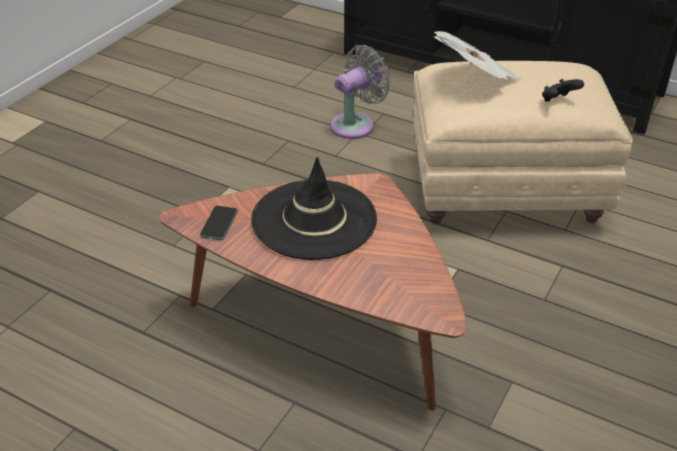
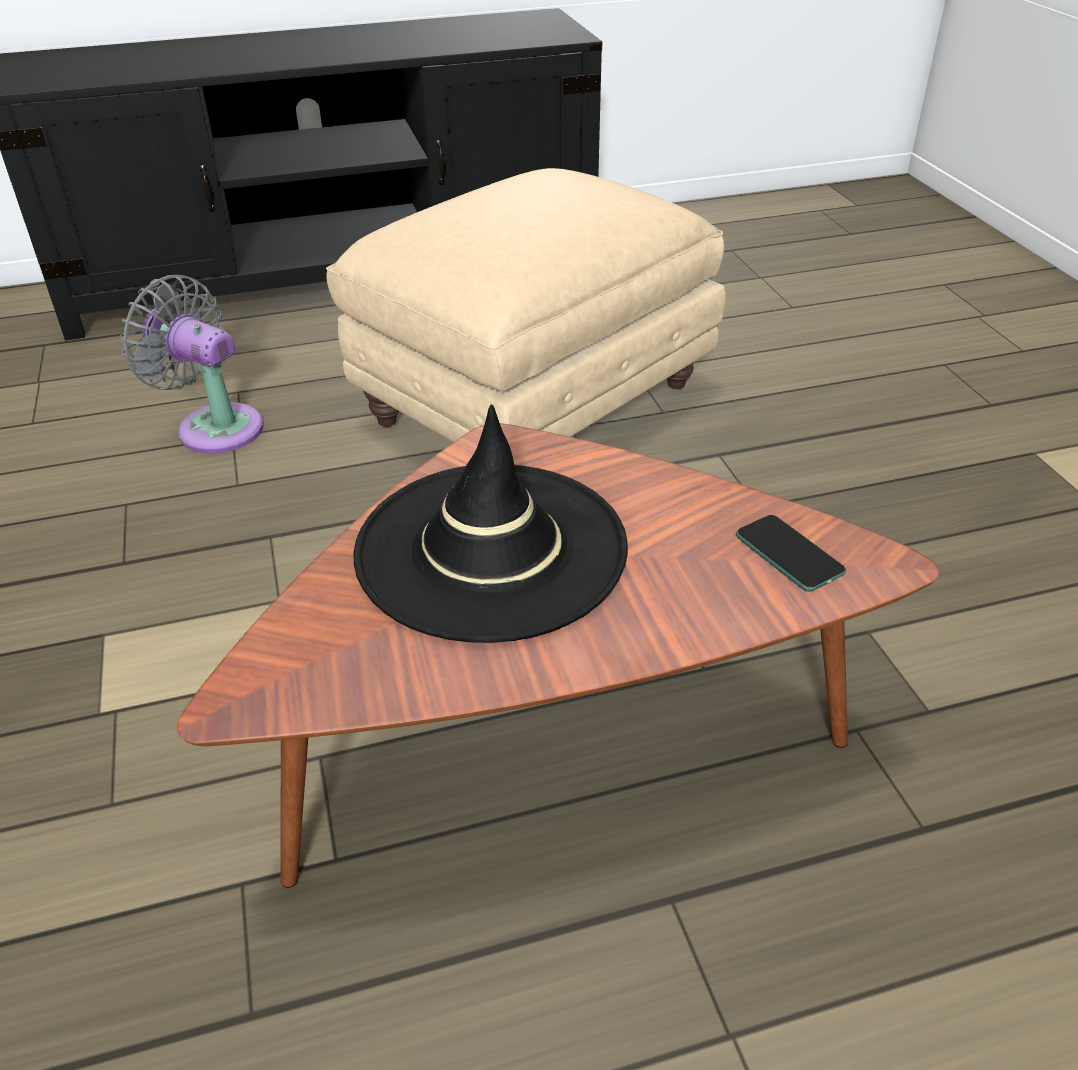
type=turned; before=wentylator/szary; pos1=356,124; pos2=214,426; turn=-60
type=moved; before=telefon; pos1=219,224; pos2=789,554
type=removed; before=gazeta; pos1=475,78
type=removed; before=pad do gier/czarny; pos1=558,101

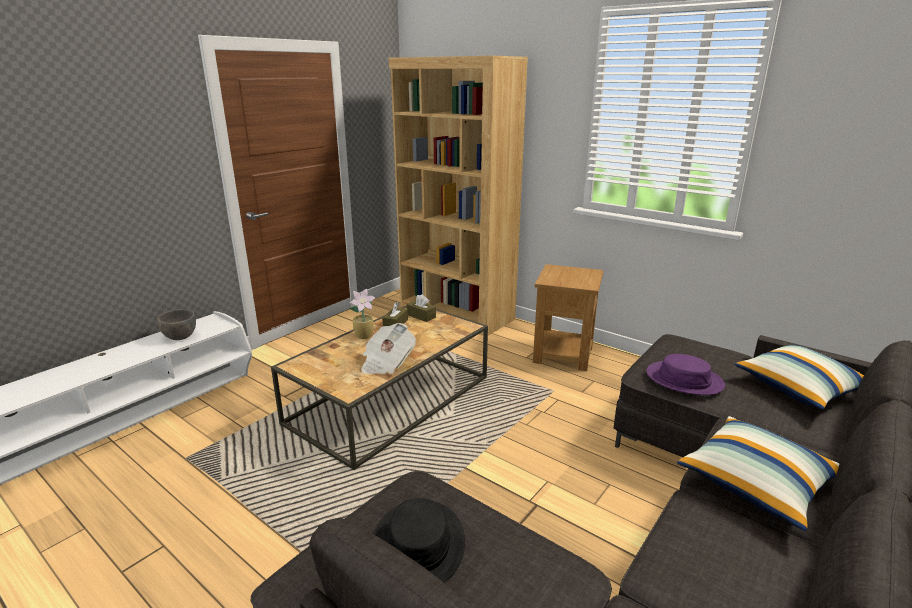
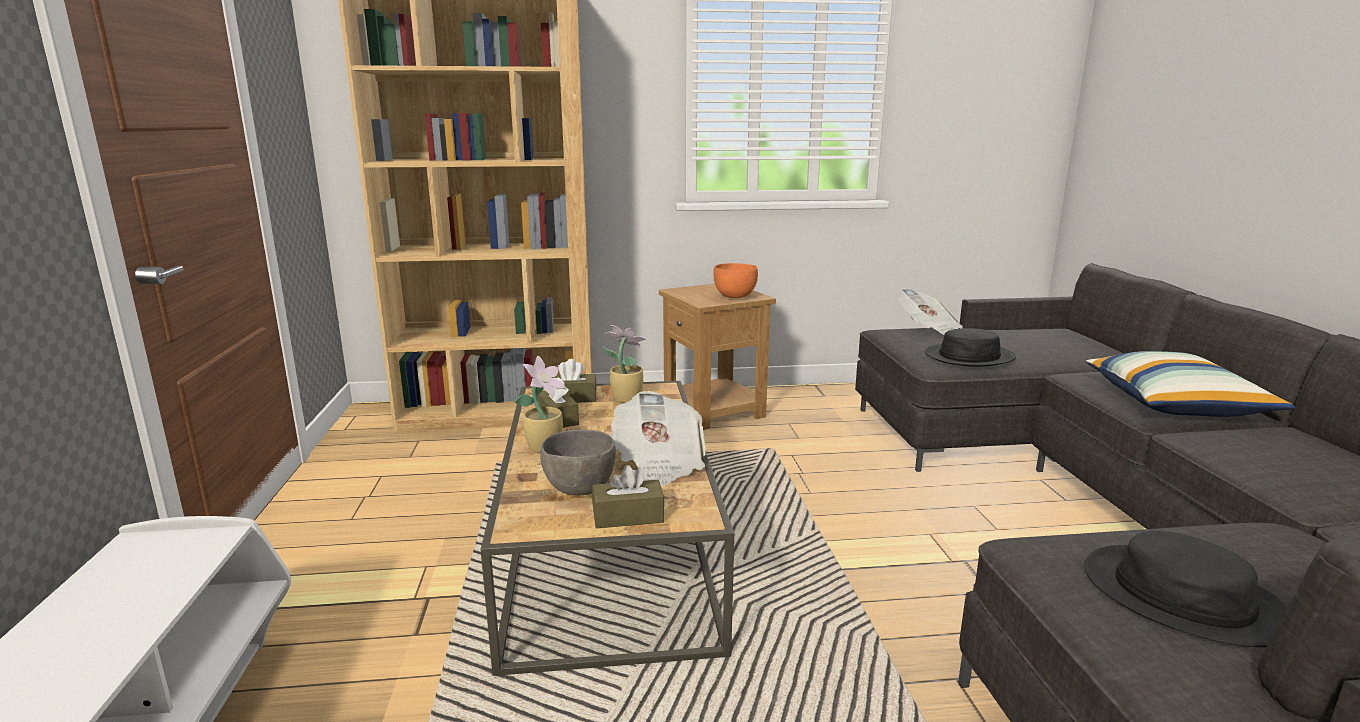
type=moved; before=miska/szary; pos1=180,337; pos2=579,489
type=added; after=pudełko chusteczek/brązowy; pos2=628,516
type=added; after=roślina doniczkowa; pos2=625,398
type=added; after=miska/pomarańczowy; pos2=735,297
type=added; after=gazeta; pos2=929,330
type=recoloured; before=kapelusz/fioletowy; after=kapelusz/czarny; pos1=684,379; pos2=969,356
type=removed; before=poduszka; pos1=800,388

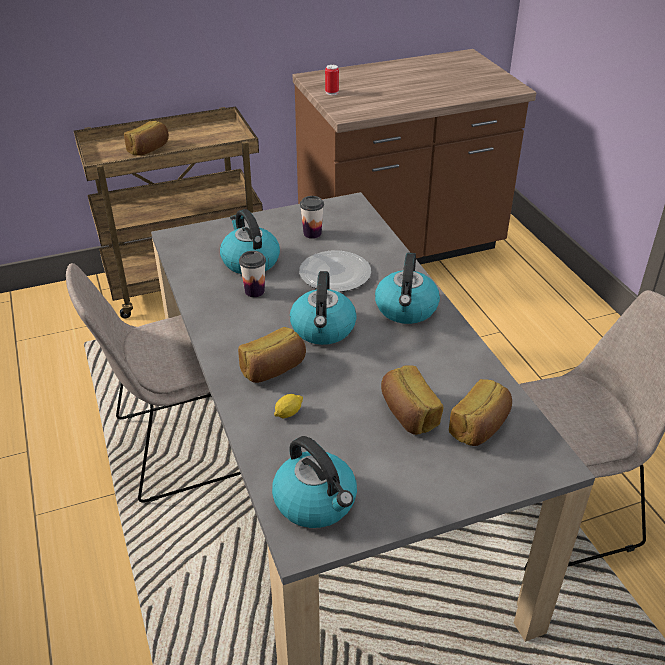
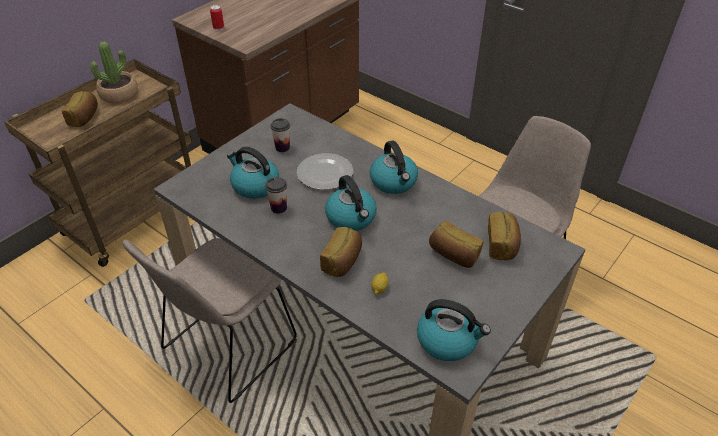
type=added; after=roślina doniczkowa; pos2=119,94

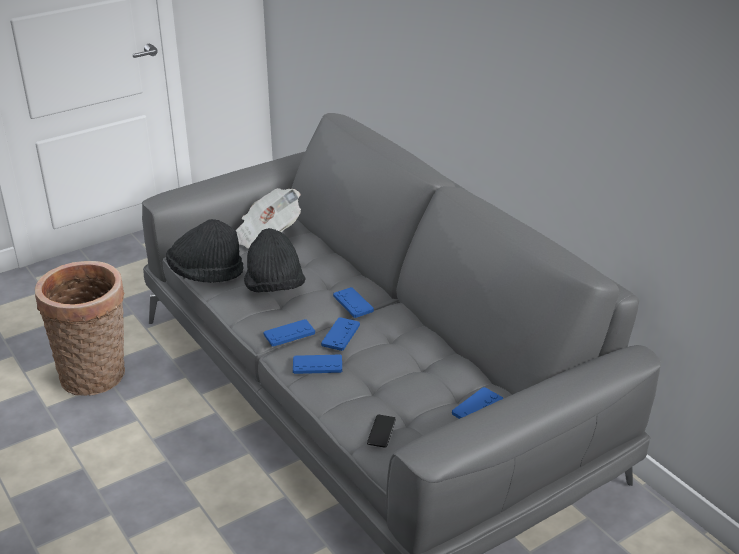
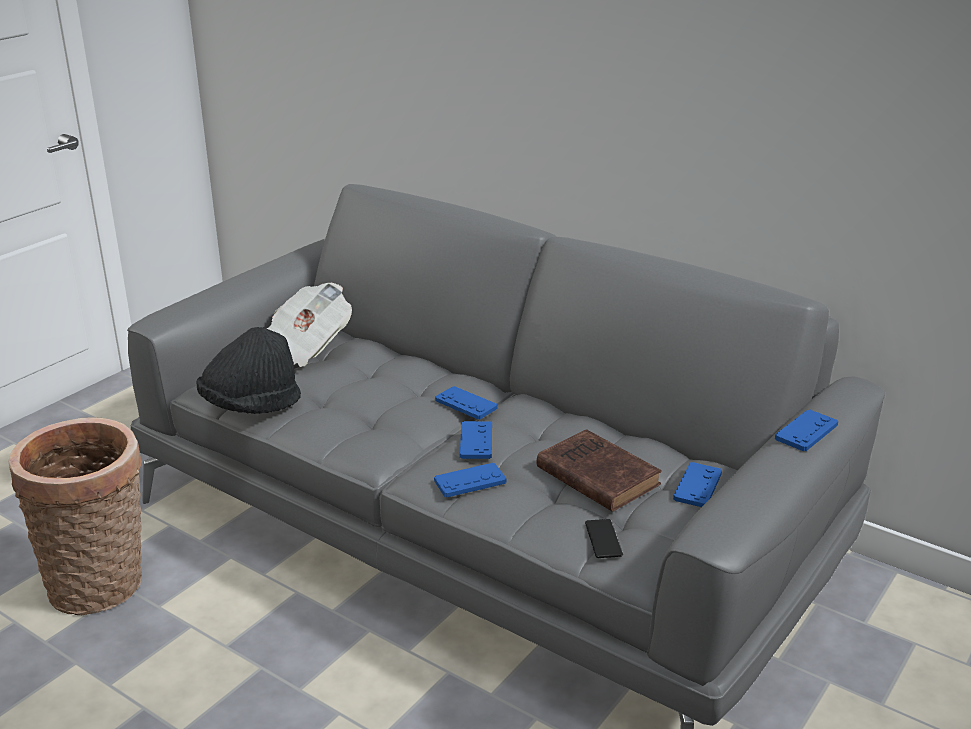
type=added; after=książka/brązowy; pos2=595,475
type=moved; before=pad do gier/niebieski; pos1=289,334; pos2=806,432
type=removed; before=kapelusz/czarny; pos1=274,287

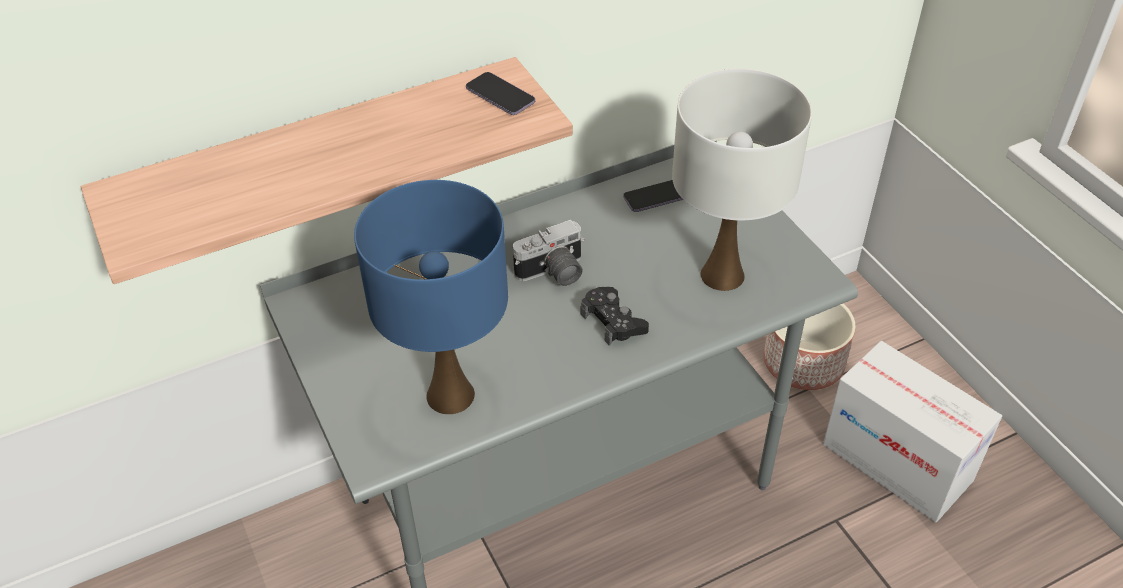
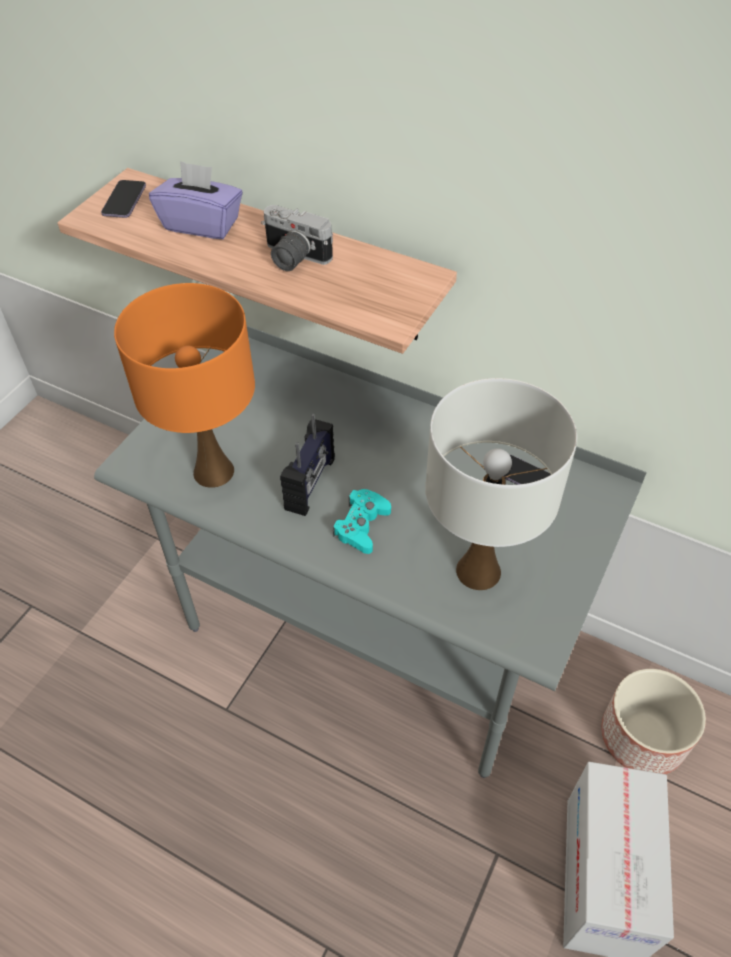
type=moved; before=telefon; pos1=500,96; pos2=124,201
type=recoloured; before=lampa stołowa/niebieski; after=lampa stołowa/pomarańczowy; pos1=450,396; pos2=213,472
type=added; after=pudełko chusteczek/fioletowy; pos2=202,224
type=moved; before=aparat fotograficzny; pos1=553,273; pos2=292,258
type=added; after=radio; pos2=311,484
type=recoloured; before=pad do gier/czarny; after=pad do gier/turkusowy; pos1=613,321; pos2=361,525

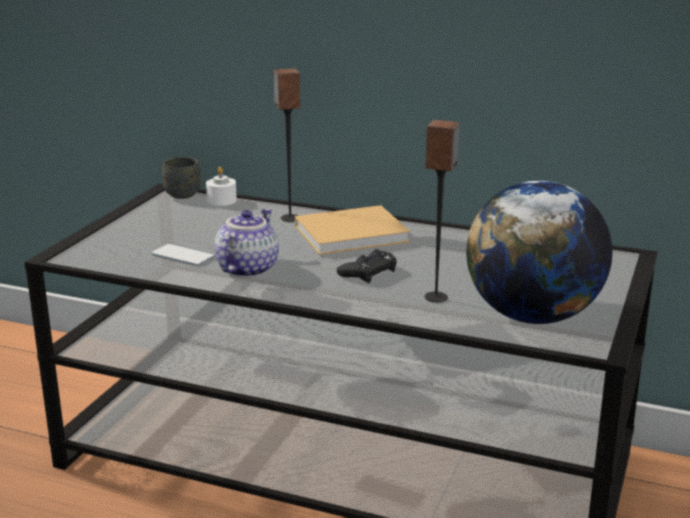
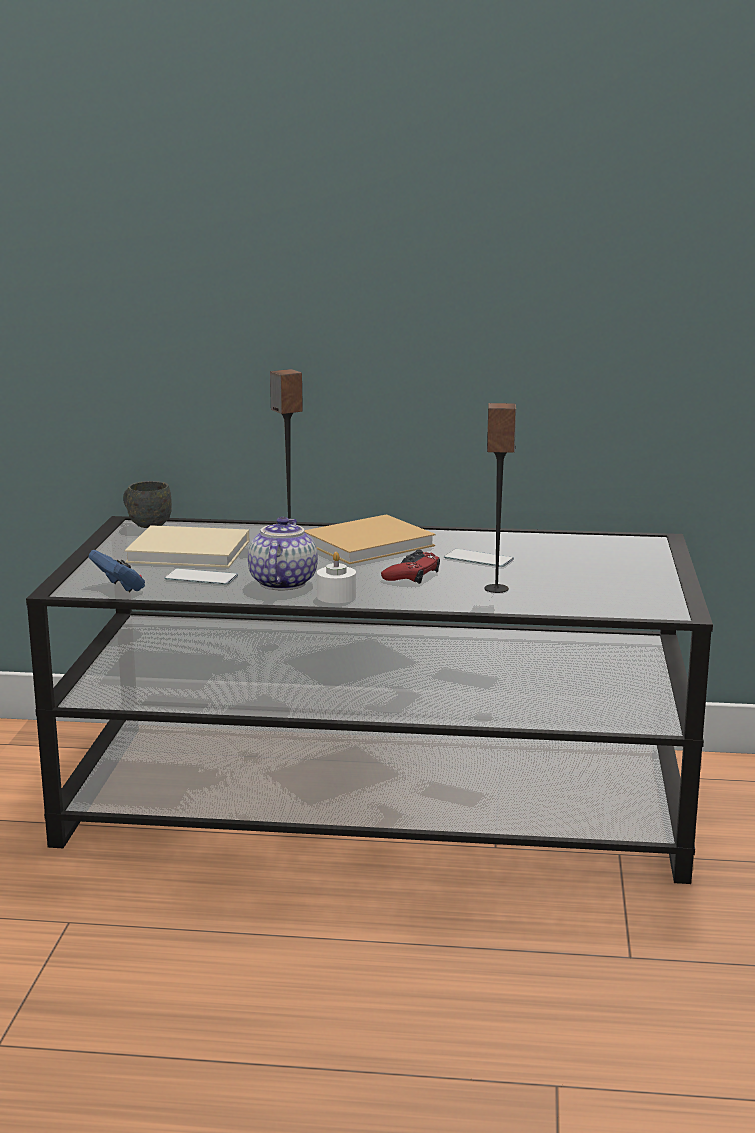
type=added; after=pad do gier/niebieski; pos2=119,588
type=added; after=książka/beżowy; pos2=192,552
type=moved; before=świeca/biały; pos1=221,200; pos2=336,596
type=recoloured; before=pad do gier/czarny; after=pad do gier/czerwony; pos1=368,272; pos2=411,575
type=added; after=telefon; pos2=478,559
type=removed; before=globus; pos1=533,316

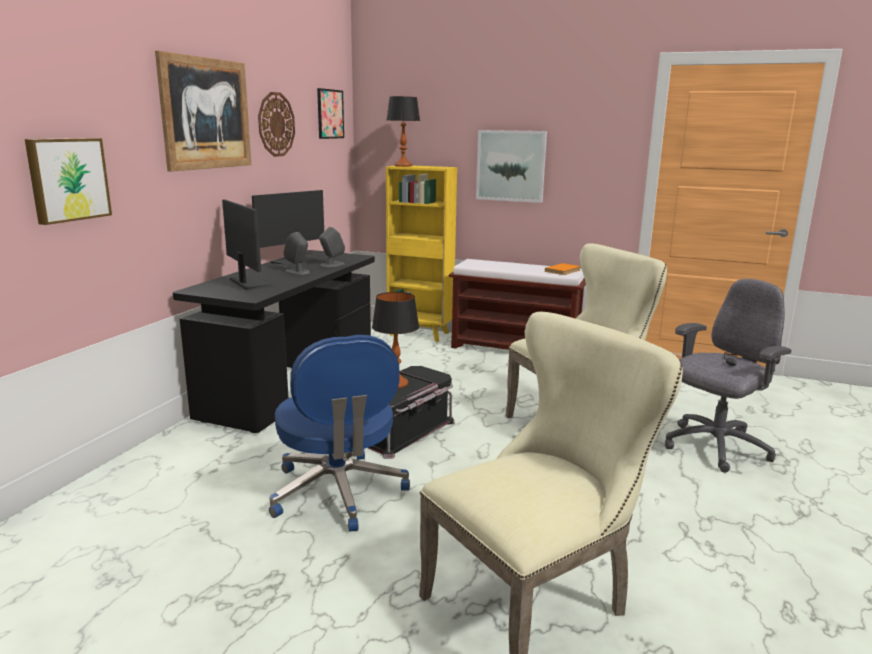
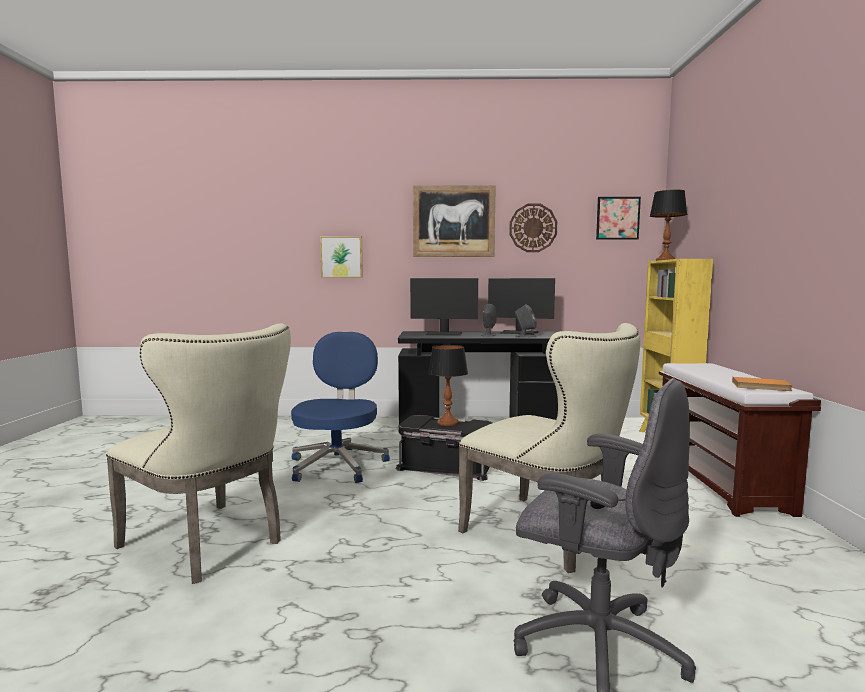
type=turned; before=krzesło biurowe/niebieski; pos1=338,493; pos2=338,465; turn=135
type=turned; before=monitor; pos1=250,282; pos2=443,334; turn=60
type=removed; before=obraz; pos1=511,166

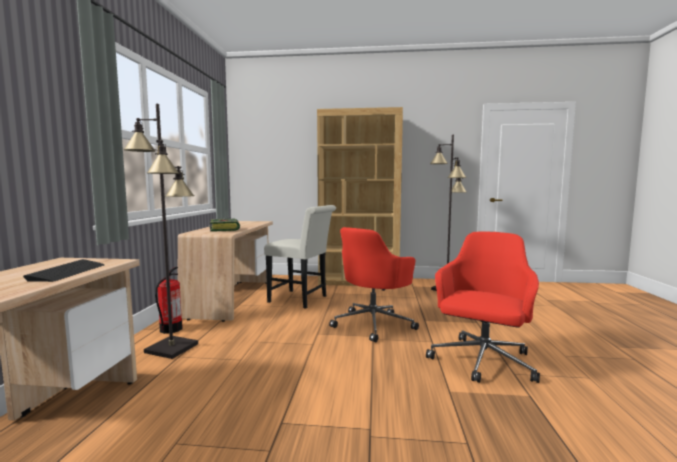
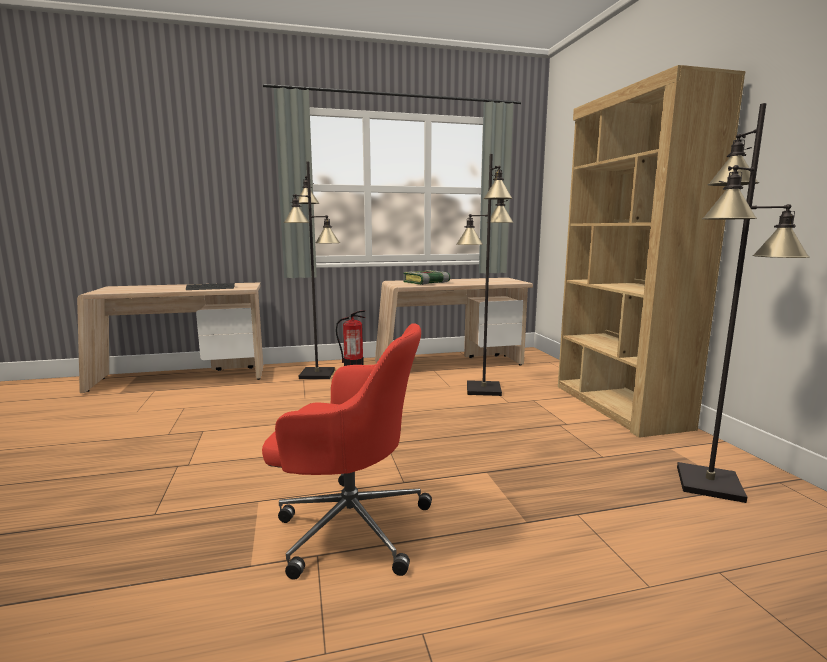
type=replaced; before=krzesło/biały; after=lampa stojąca/czarny; pos1=301,299; pos2=483,389
type=removed; before=krzesło biurowe/czerwony; pos1=374,324

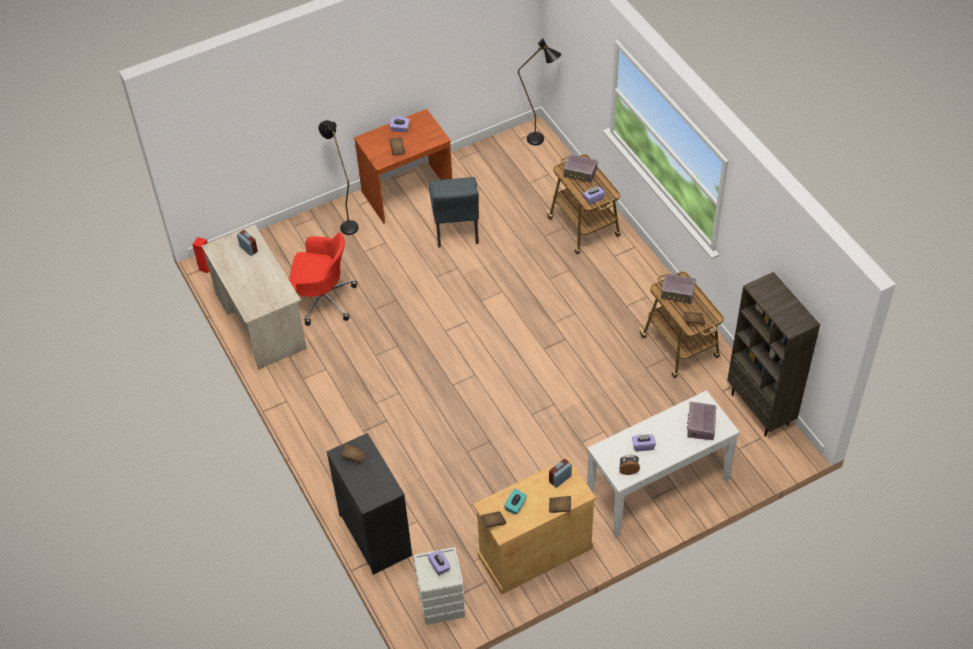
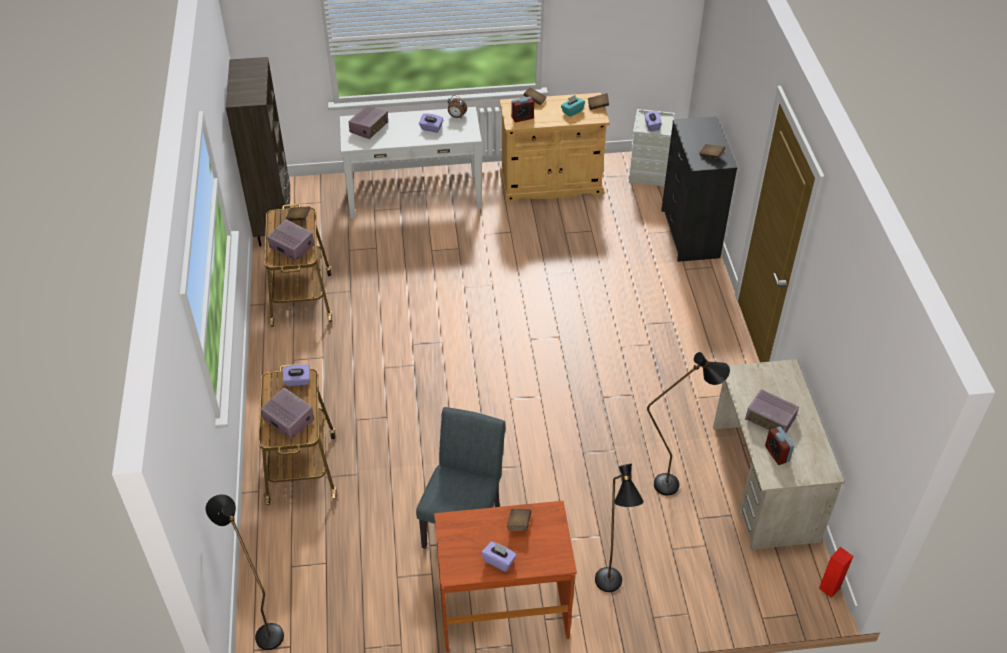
type=replaced; before=krzesło biurowe/czerwony; after=lampa stojąca/czarny; pos1=323,299; pos2=676,484
type=added; after=radio; pos2=770,419

